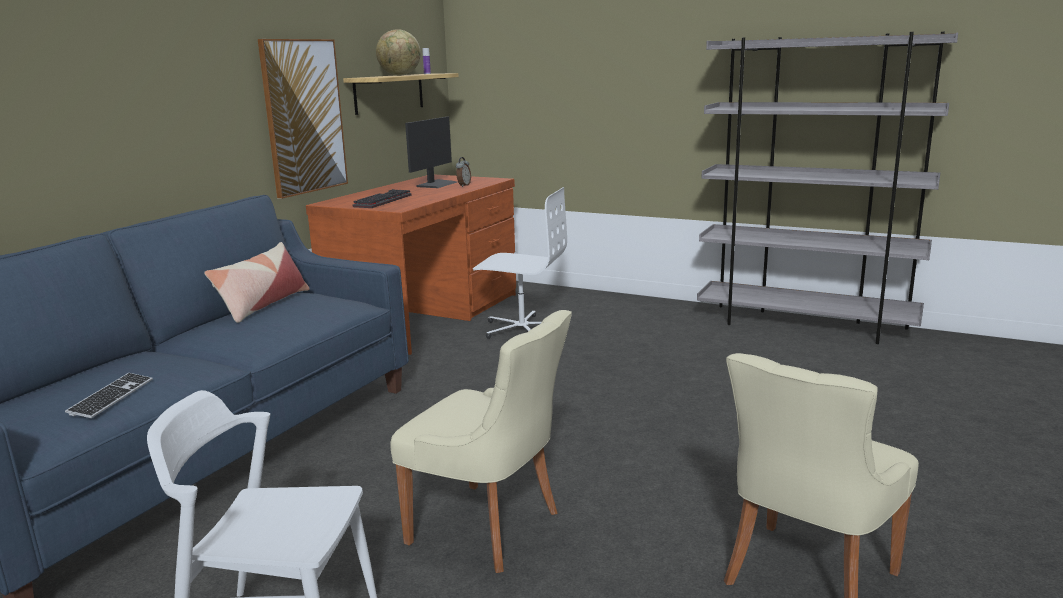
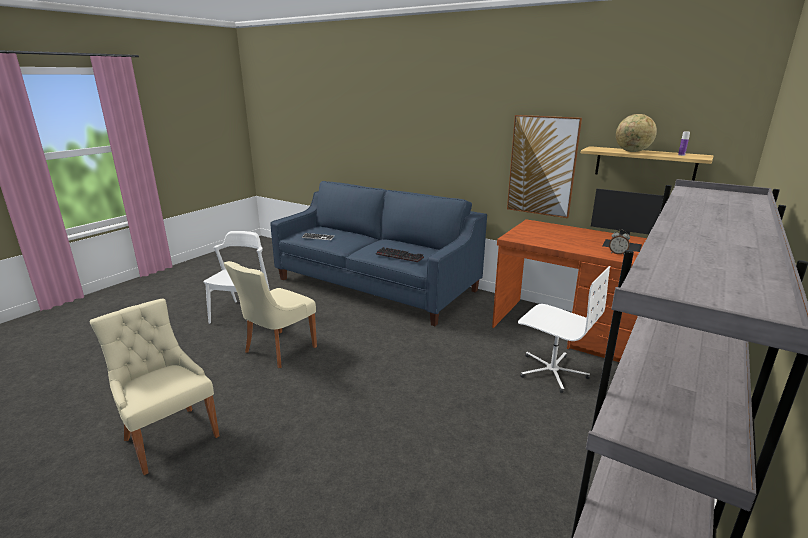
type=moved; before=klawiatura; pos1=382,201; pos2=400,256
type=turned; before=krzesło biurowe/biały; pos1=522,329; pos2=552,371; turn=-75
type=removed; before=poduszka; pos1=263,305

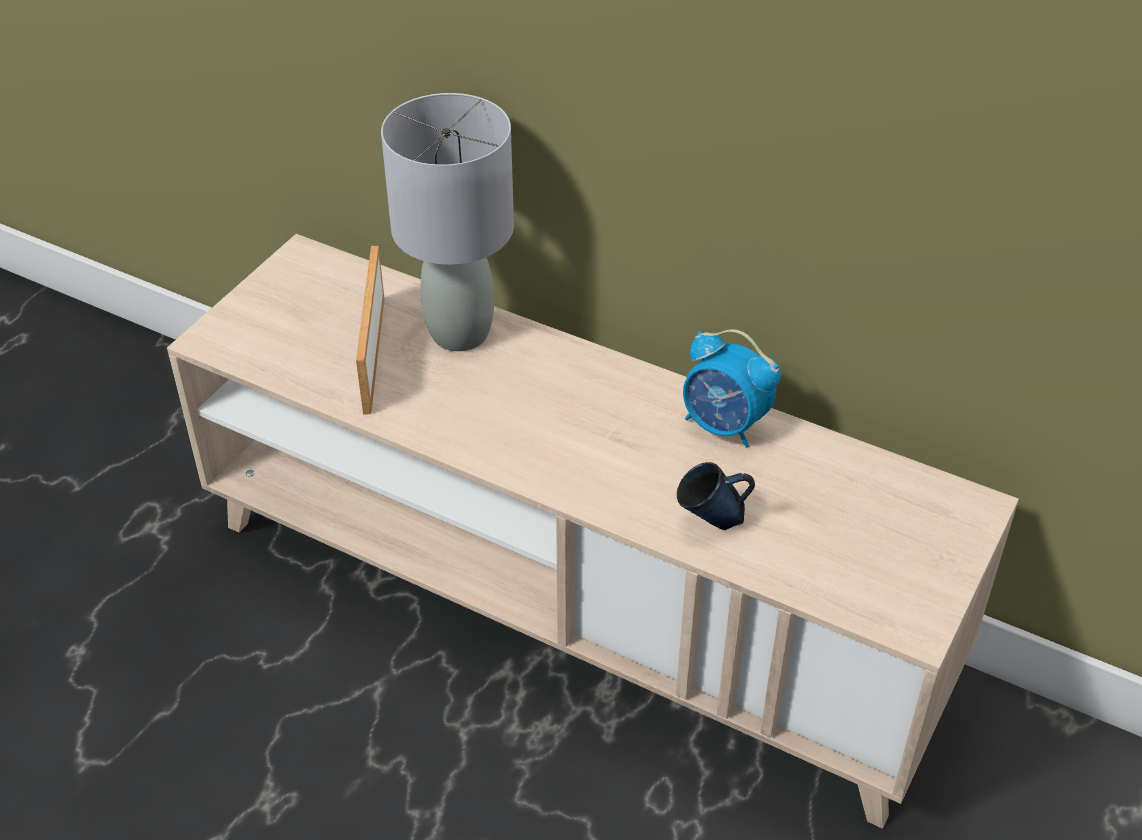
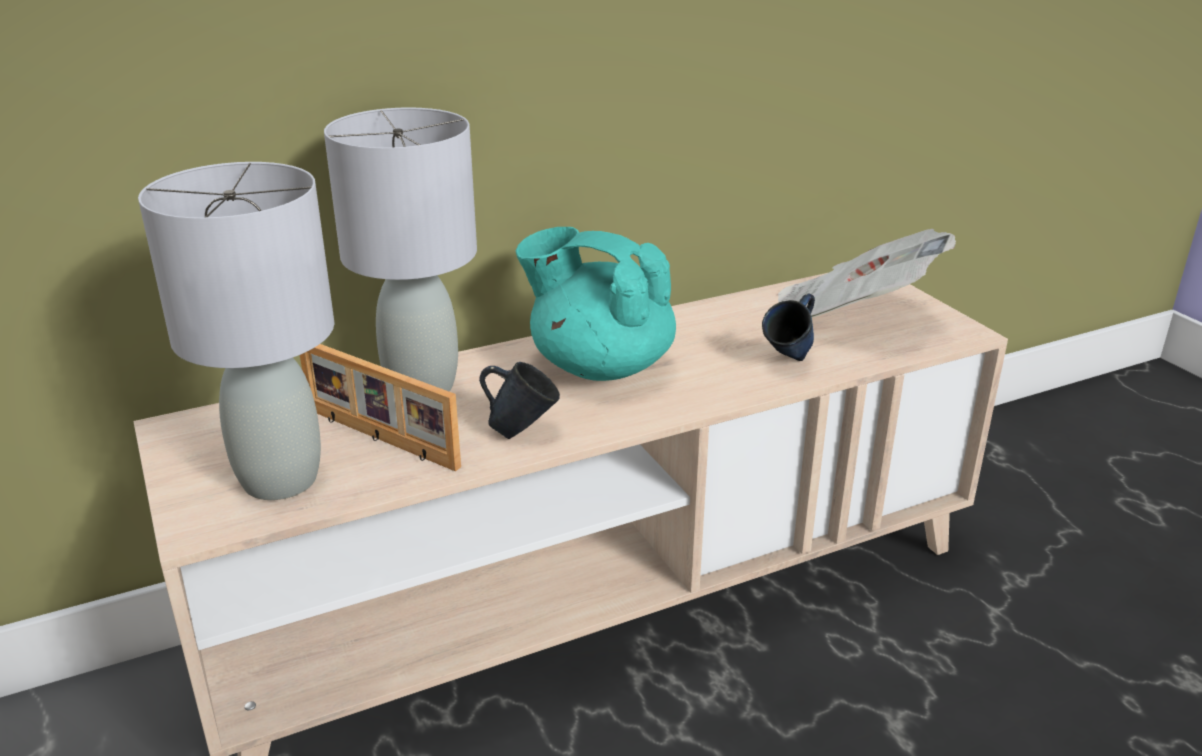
type=added; after=lampa stołowa/szary; pos2=282,479
type=added; after=kubek/niebieski; pos2=521,431
type=added; after=imbryk/turkusowy; pos2=599,366
type=added; after=gazeta; pos2=852,316
type=removed; before=budzik; pos1=724,426

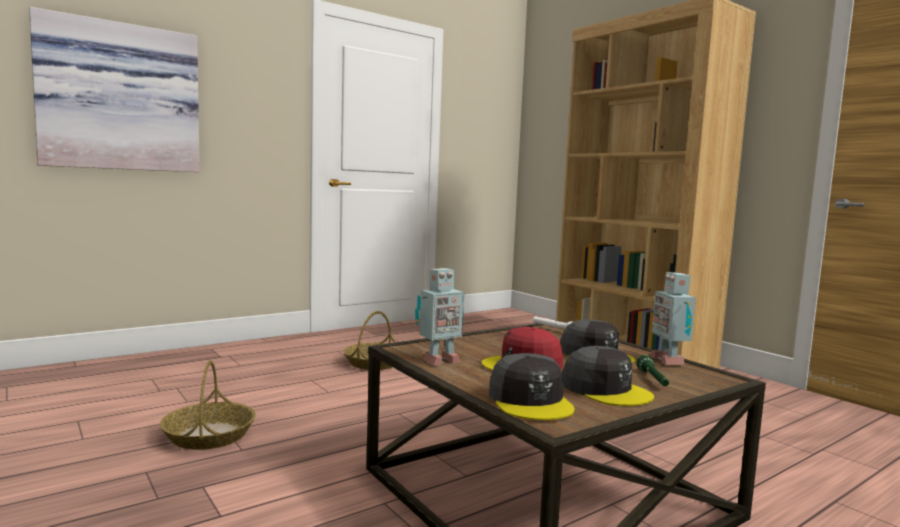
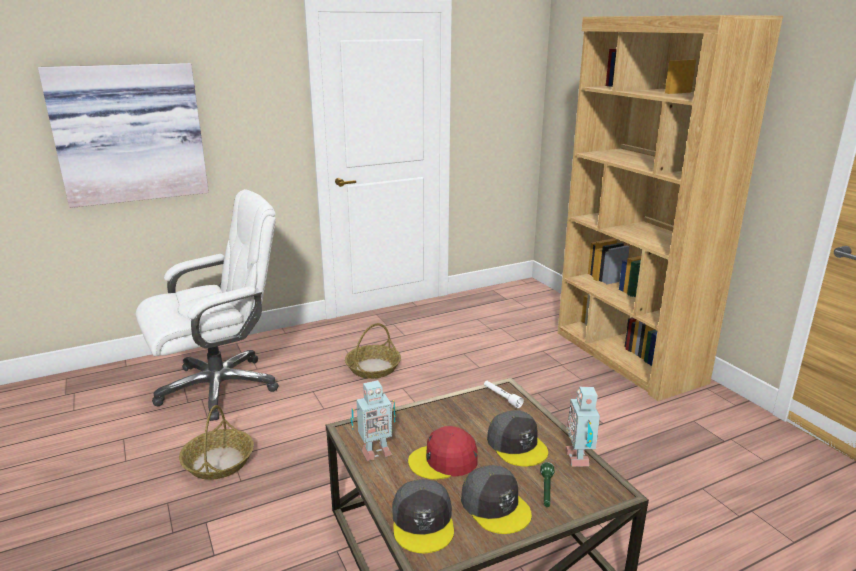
type=added; after=krzesło biurowe/biały; pos2=220,387

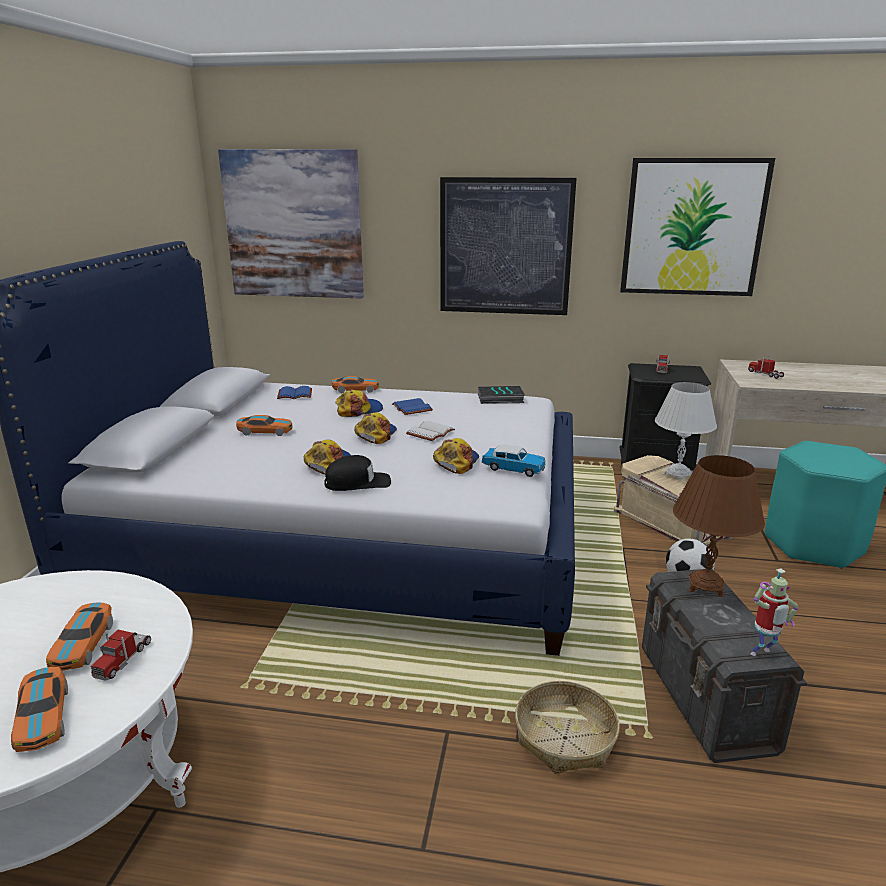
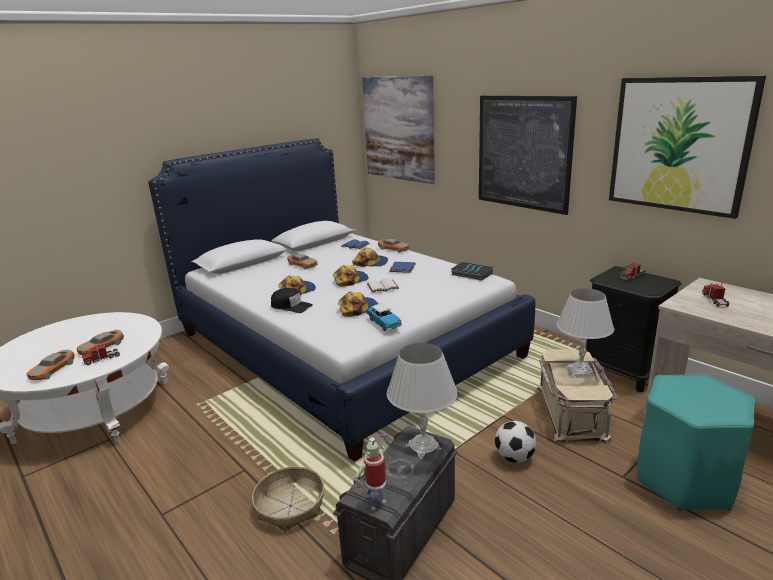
type=turned; before=robot zabawkowy; pos1=762,654; pos2=377,503; turn=120
type=recoloured; before=lampa stołowa/brązowy; after=lampa stołowa/biały; pos1=705,585; pos2=423,447

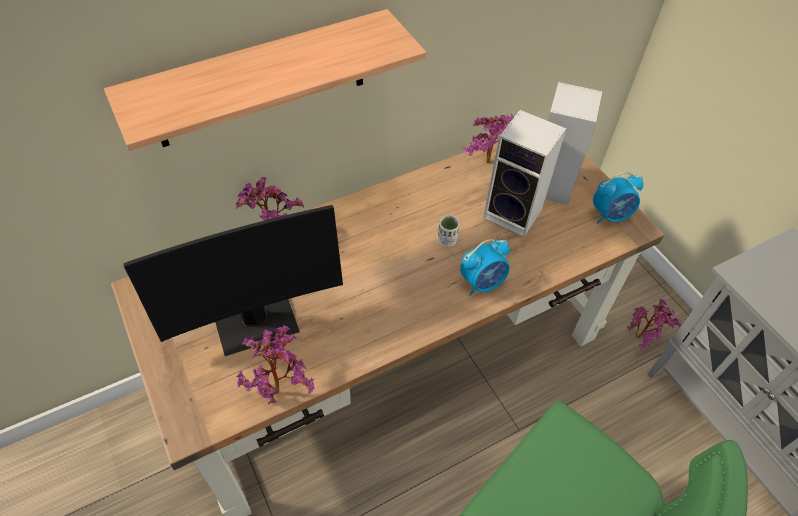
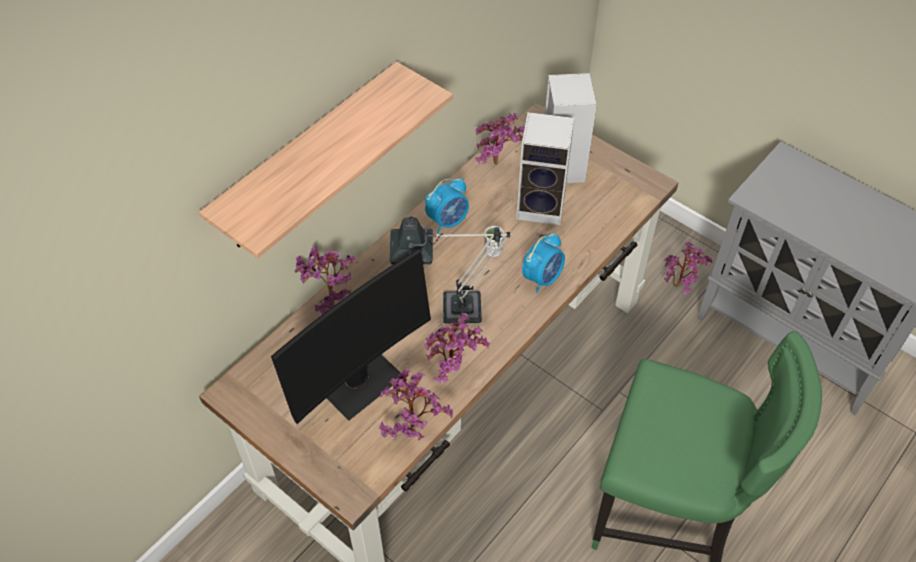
type=added; after=lampa stołowa; pos2=450,309
type=added; after=roślina doniczkowa; pos2=454,370
type=moved; before=budzik; pos1=610,215; pos2=448,221

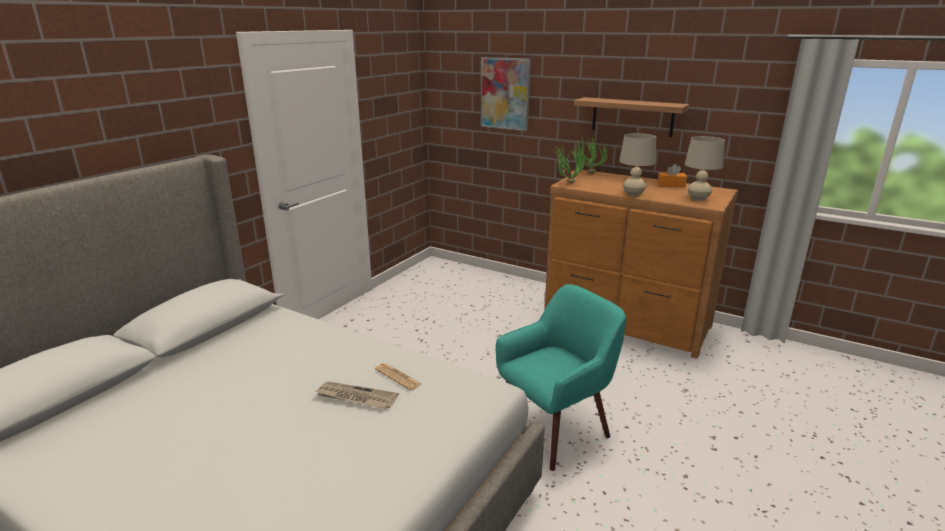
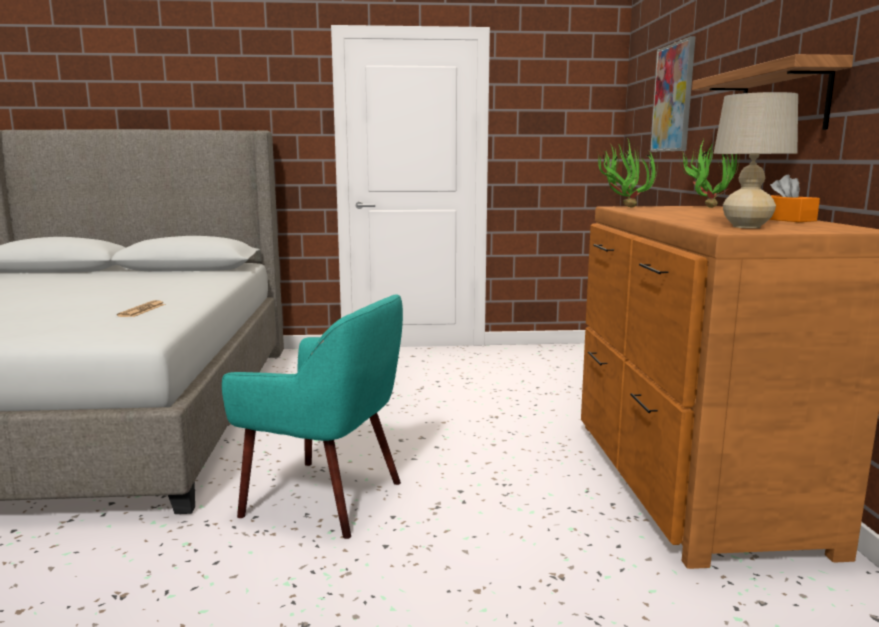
type=removed; before=gazeta; pos1=356,397
type=removed; before=lampa stołowa/beżowy; pos1=633,194

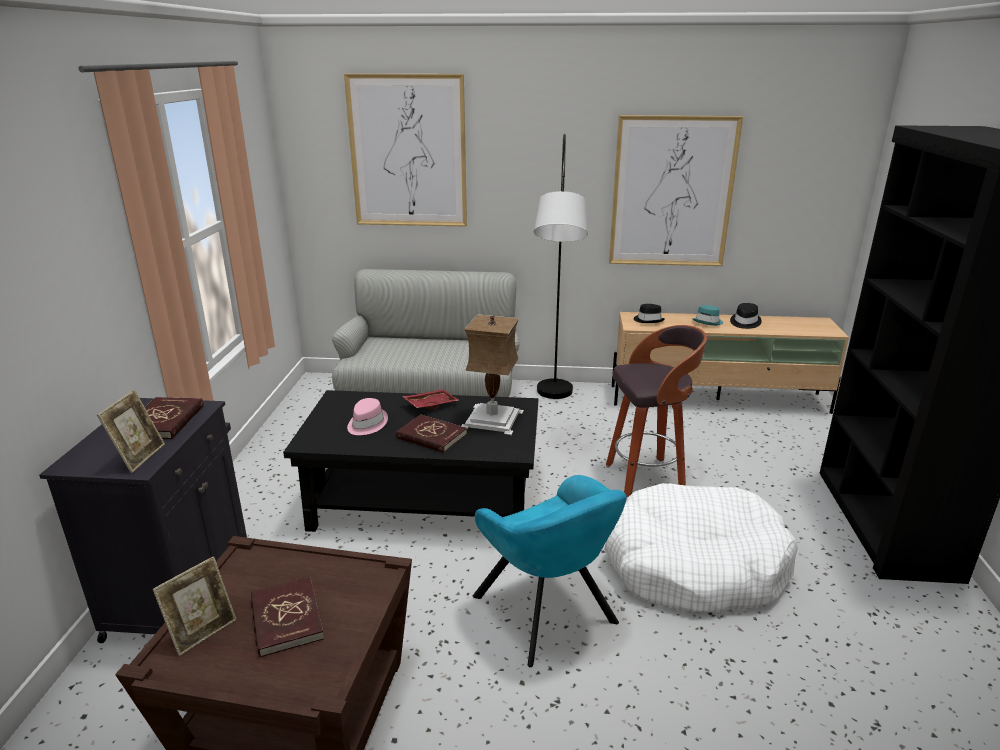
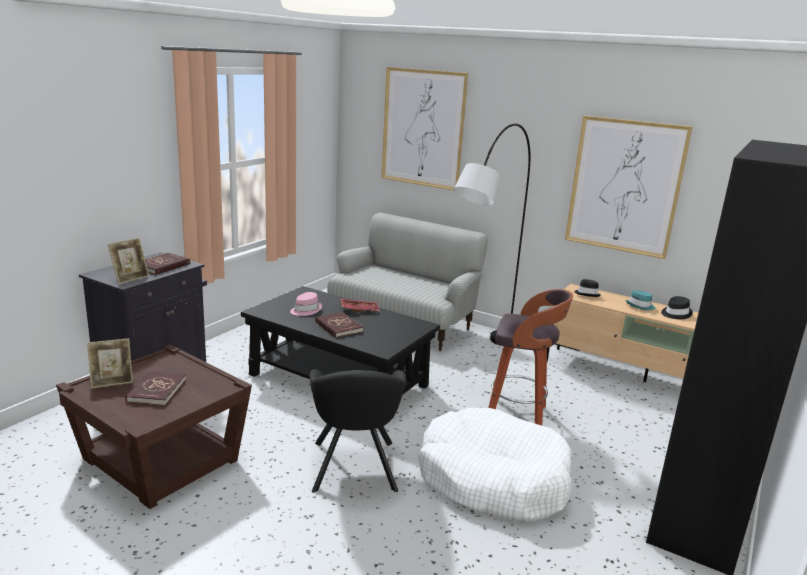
type=recoloured; before=fotel/turkusowy; after=fotel/czarny; pos1=548,614; pos2=354,469
type=removed; before=lampa stołowa; pos1=493,420

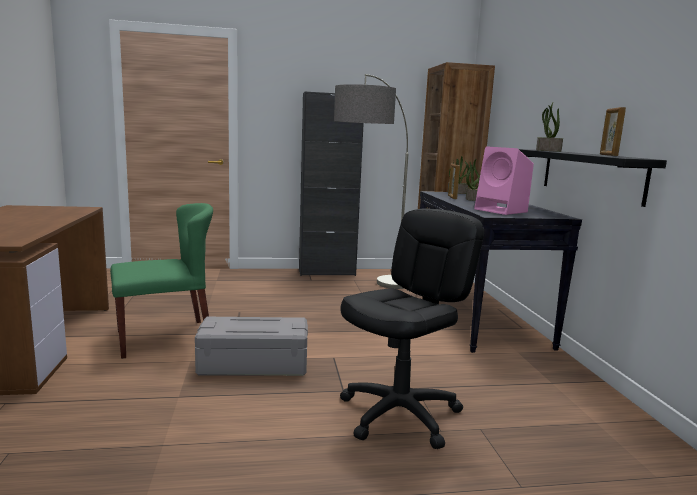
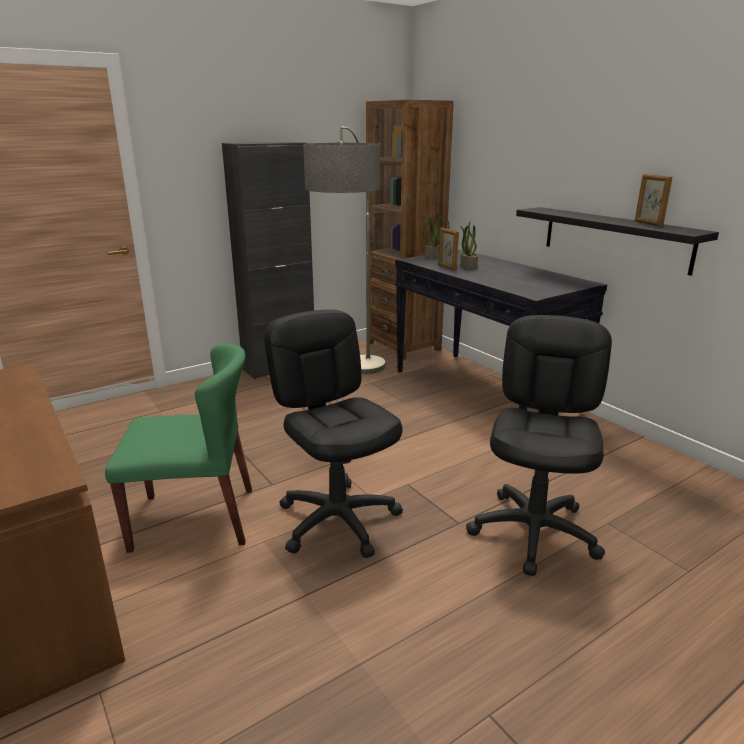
type=turned; before=krzesło/zielony; pos1=165,338; pos2=195,518; turn=45
type=replaced; before=pojemnik do przechowywania/szary; after=krzesło biurowe/czarny; pos1=254,364; pos2=338,520
type=removed; before=głośnik/różowy; pos1=502,211
type=removed; before=roślina doniczkowa; pos1=548,150

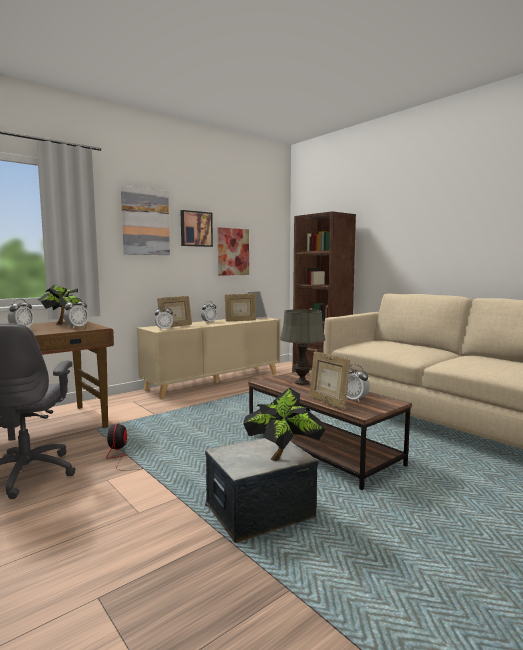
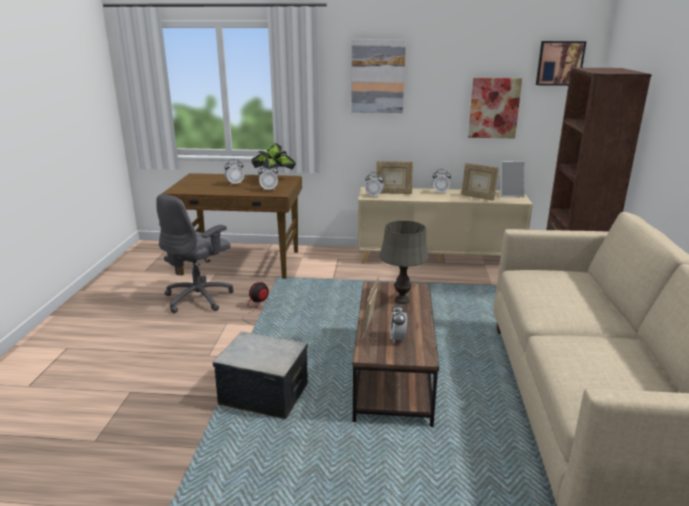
type=moved; before=obraz; pos1=196,229; pos2=559,63
type=removed; before=roślina doniczkowa; pos1=284,457

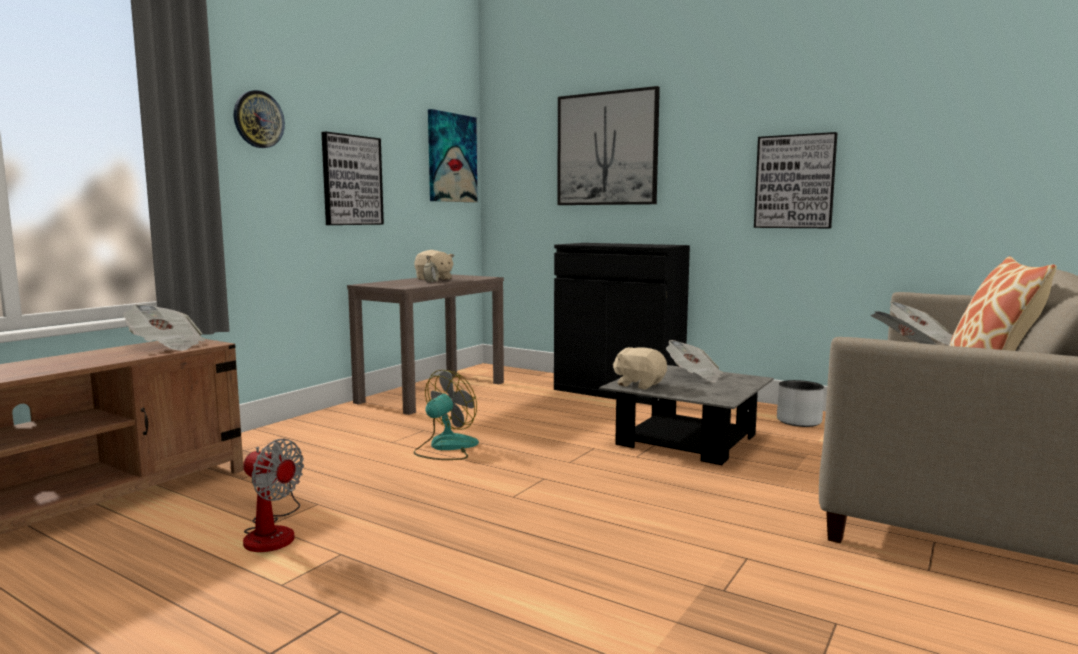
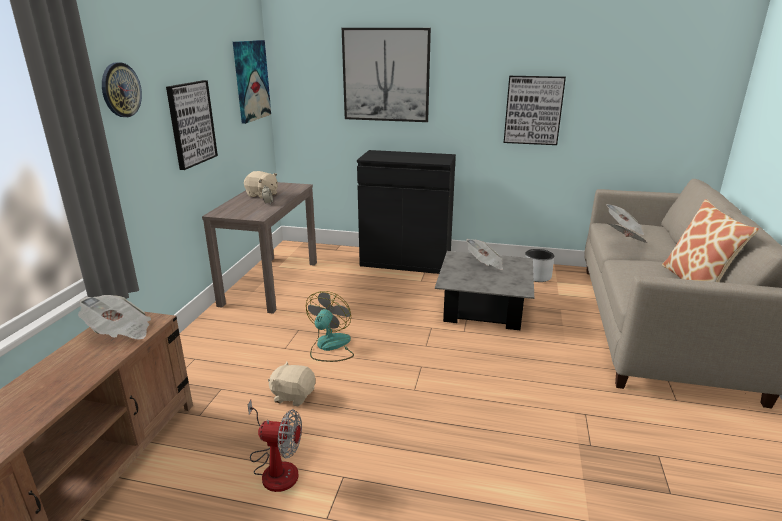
type=moved; before=pluszak/beżowy; pos1=639,384; pos2=293,395

